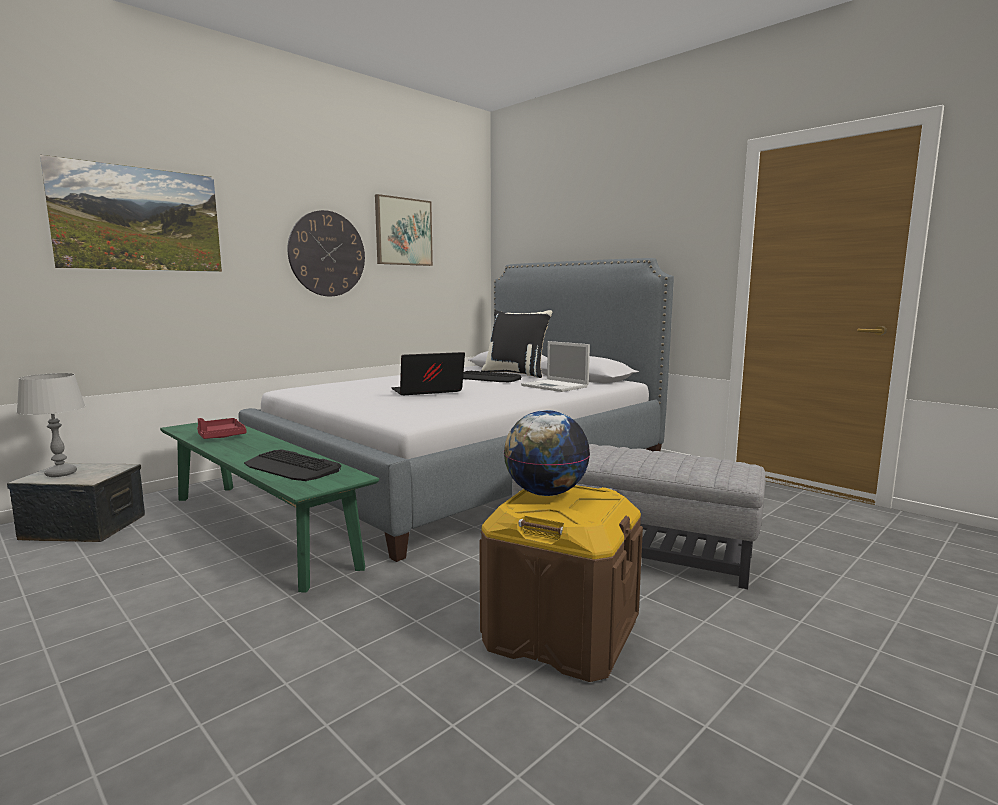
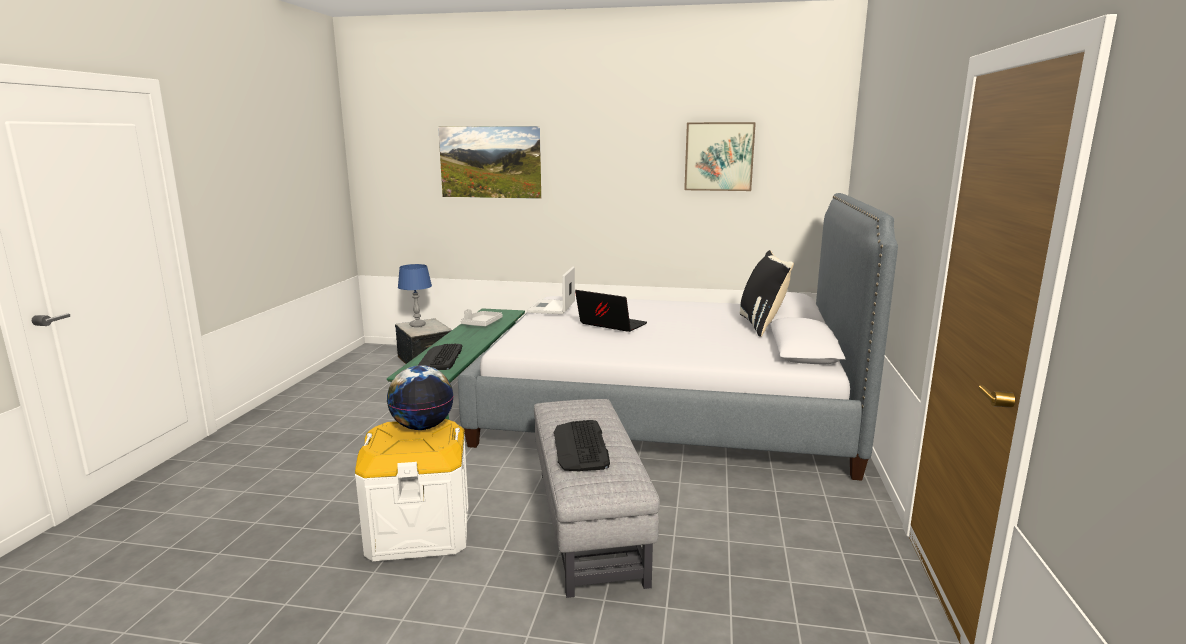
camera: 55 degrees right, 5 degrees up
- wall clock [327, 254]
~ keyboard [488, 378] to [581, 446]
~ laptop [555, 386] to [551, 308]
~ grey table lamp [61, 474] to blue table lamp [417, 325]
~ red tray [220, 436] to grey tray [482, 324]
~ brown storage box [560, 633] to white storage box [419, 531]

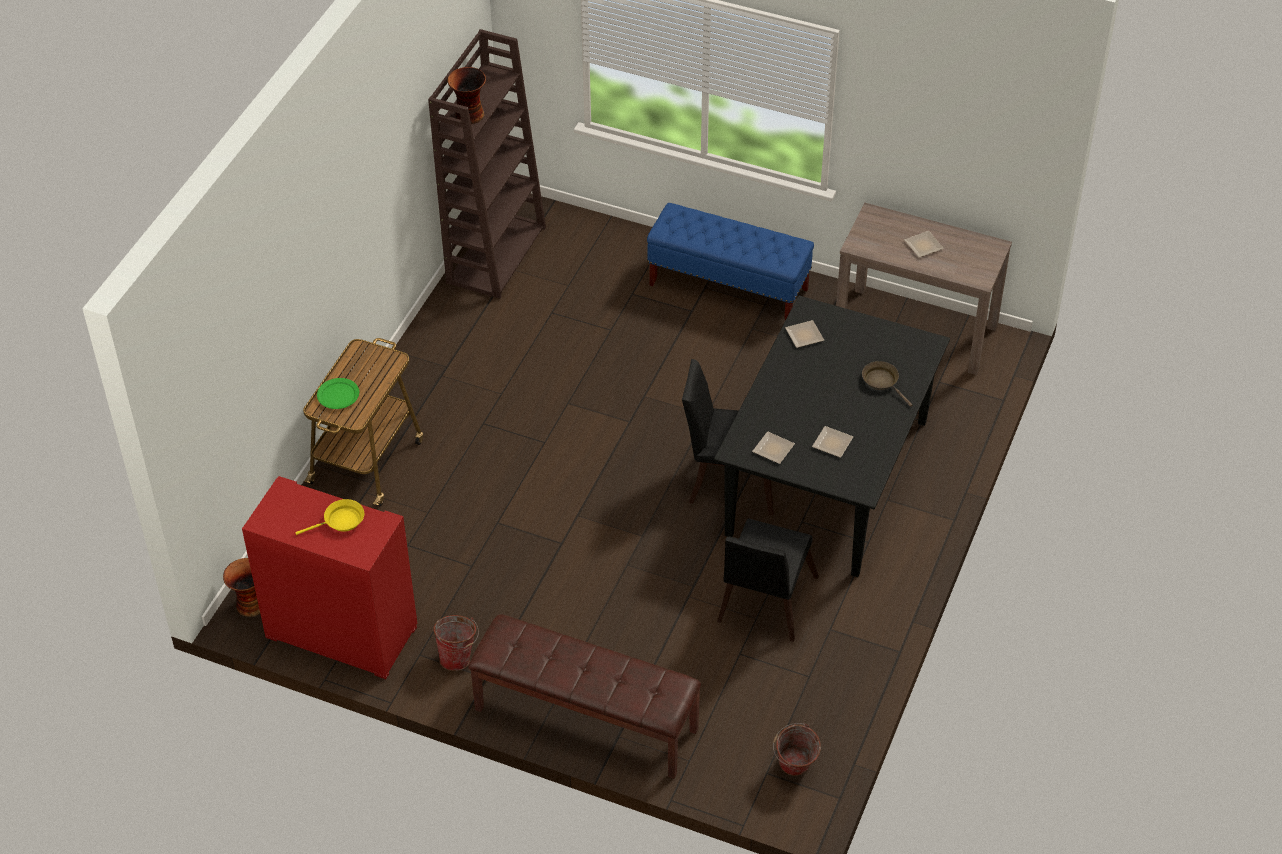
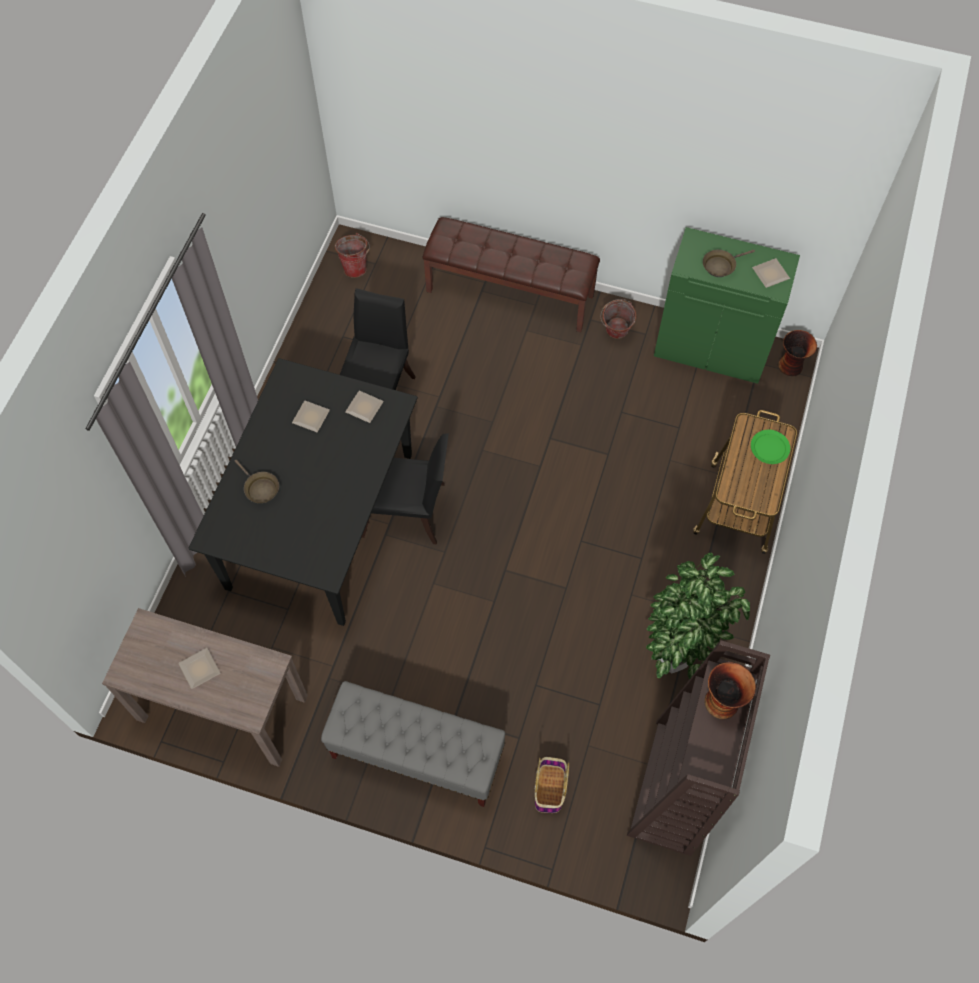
camera: 175 degrees right, 15 degrees up
+ basket [550, 790]
+ potted plant [674, 663]
~ plate [805, 334] to [770, 275]
~ red cabinet [340, 632] to green cabinet [712, 347]
~ yellow frying pan [341, 521] to brown frying pan [721, 265]
~ blue bench [729, 288] to grey bench [416, 754]

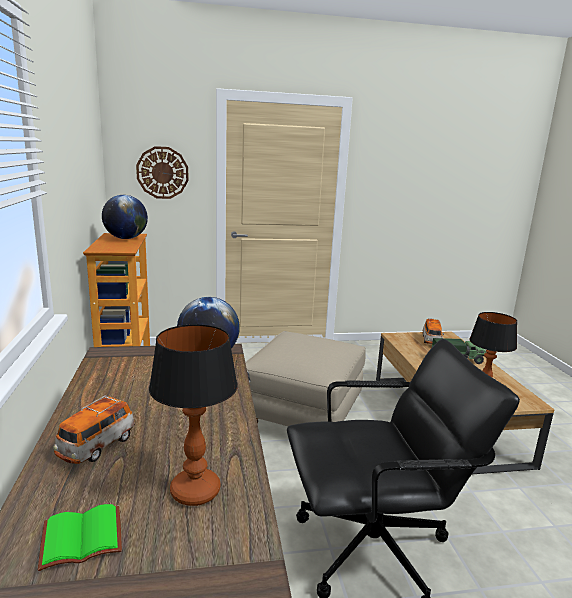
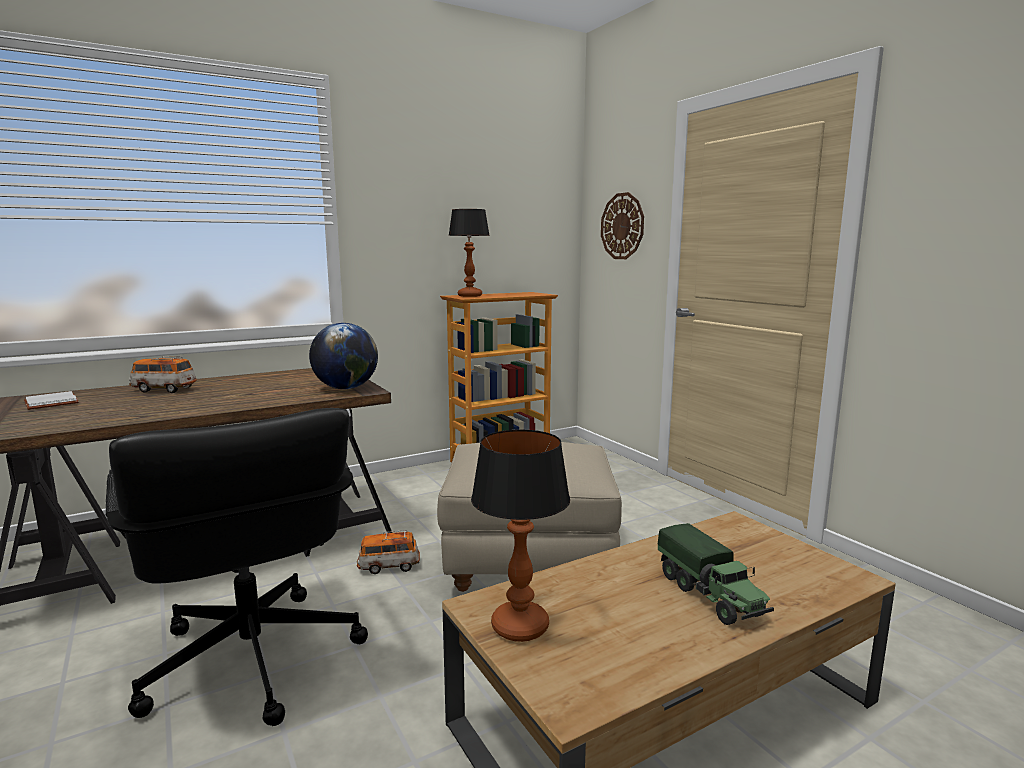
camera: 70 degrees right, 5 degrees down
- globe [126, 238]
~ table lamp [196, 491] to [470, 296]
~ toy car [431, 341] to [388, 566]
~ green book [80, 540] to white book [49, 403]

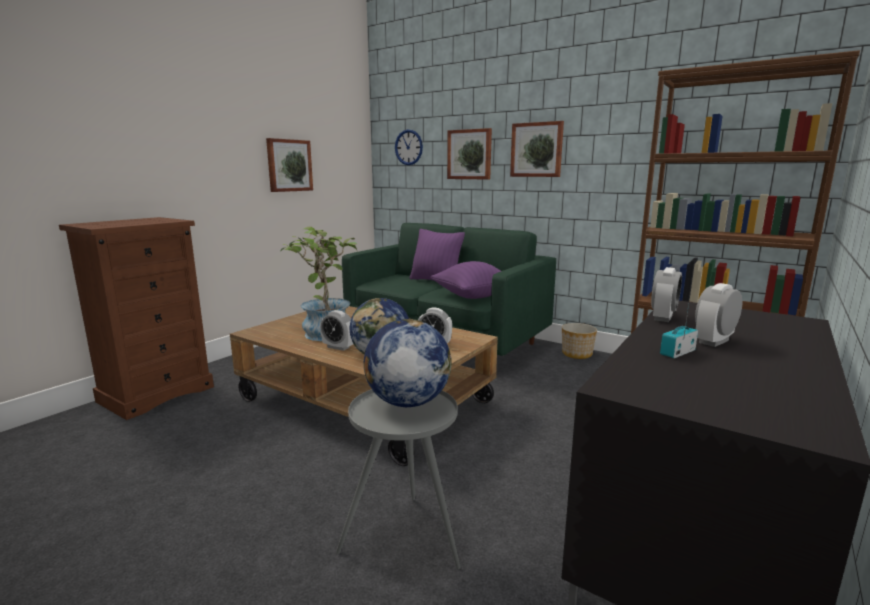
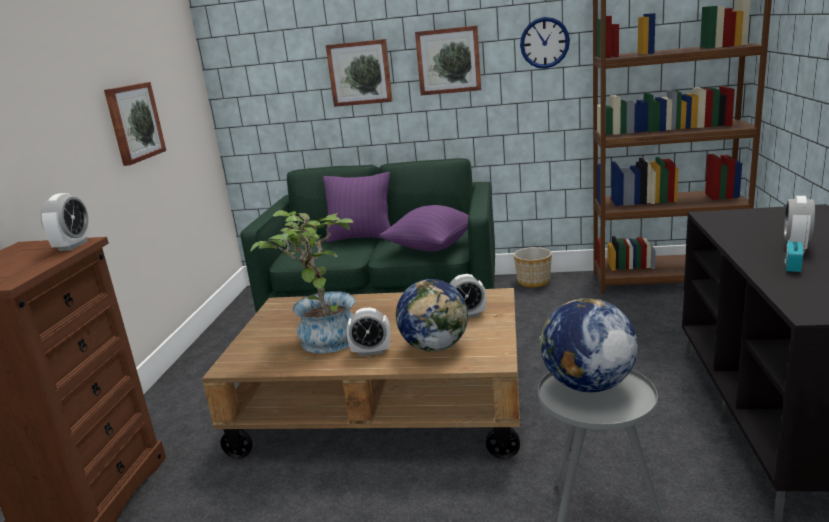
camera: 25 degrees left, 5 degrees up
~ wall clock [408, 147] to [544, 43]
~ alarm clock [663, 317] to [73, 246]

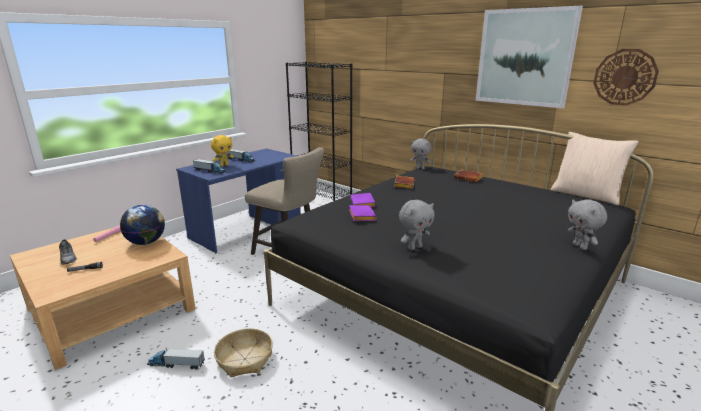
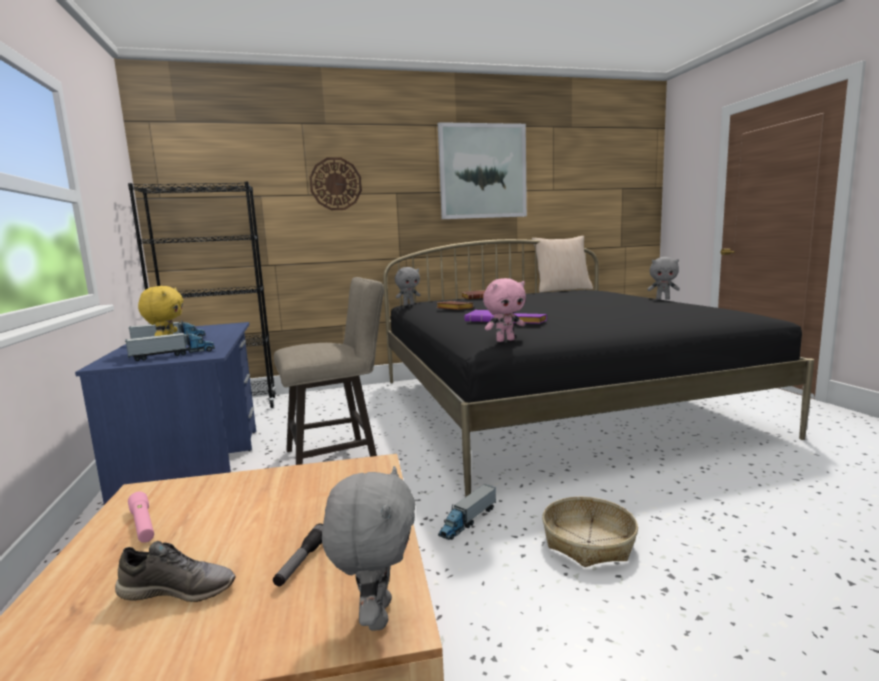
camera: 55 degrees left, 10 degrees down
- globe [146, 242]
+ pink plush toy [505, 340]
~ toy truck [176, 364] to [468, 521]
~ grey plush toy [414, 247] to [376, 614]
~ wall clock [624, 77] to [335, 184]

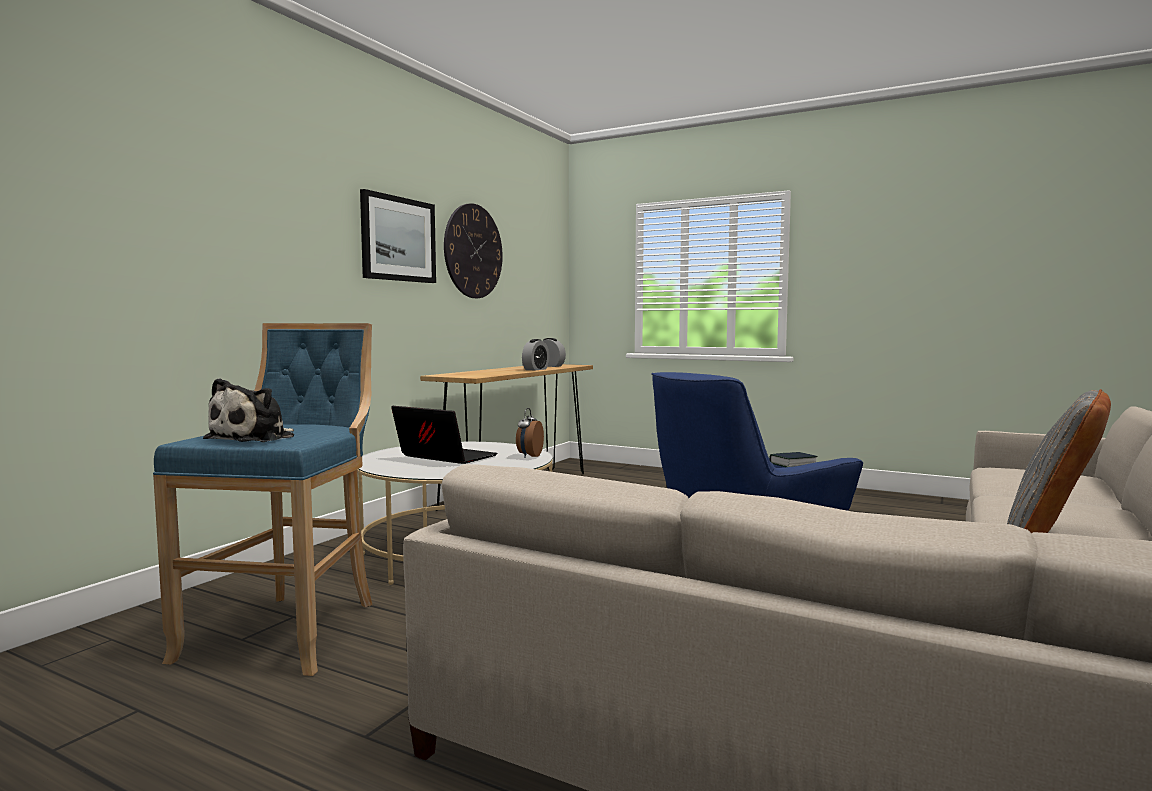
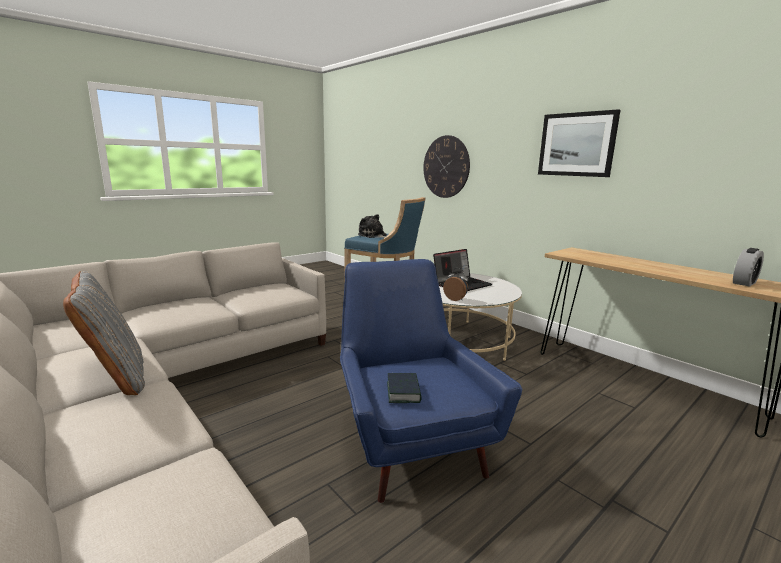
camera: 110 degrees right, 10 degrees up
- alarm clock [535, 369]
~ wall clock [473, 251] to [446, 167]

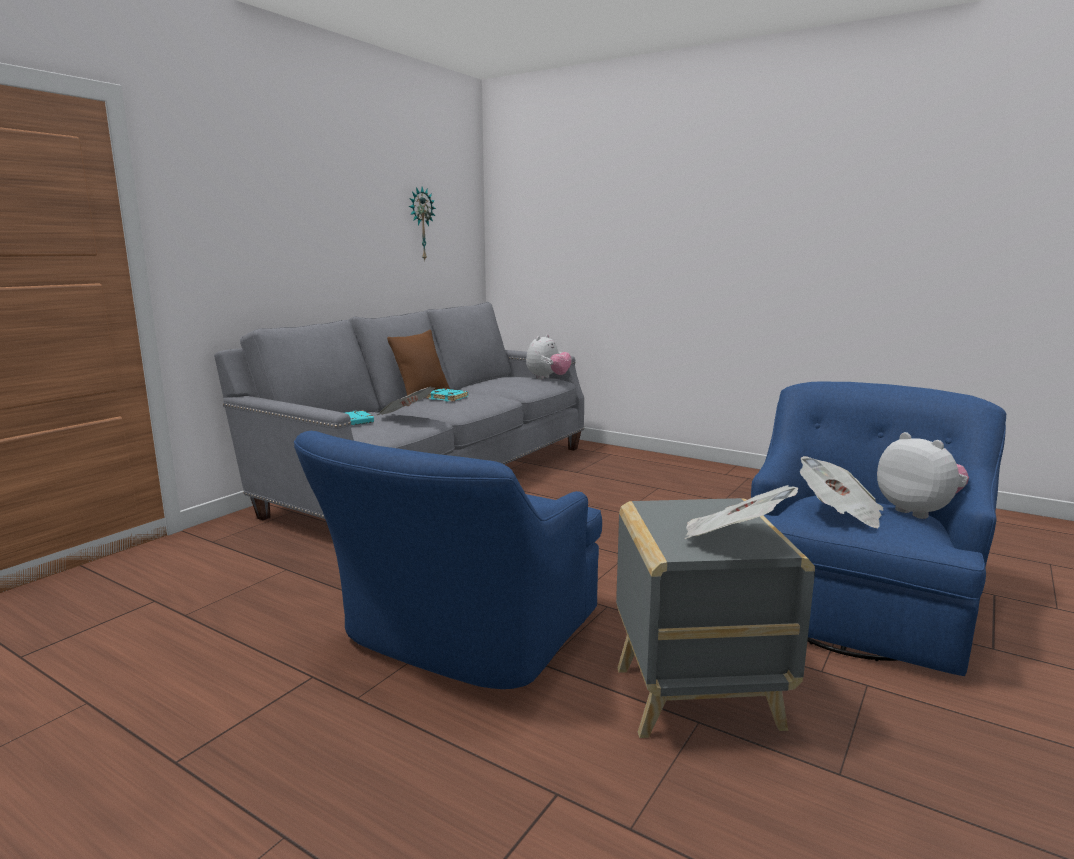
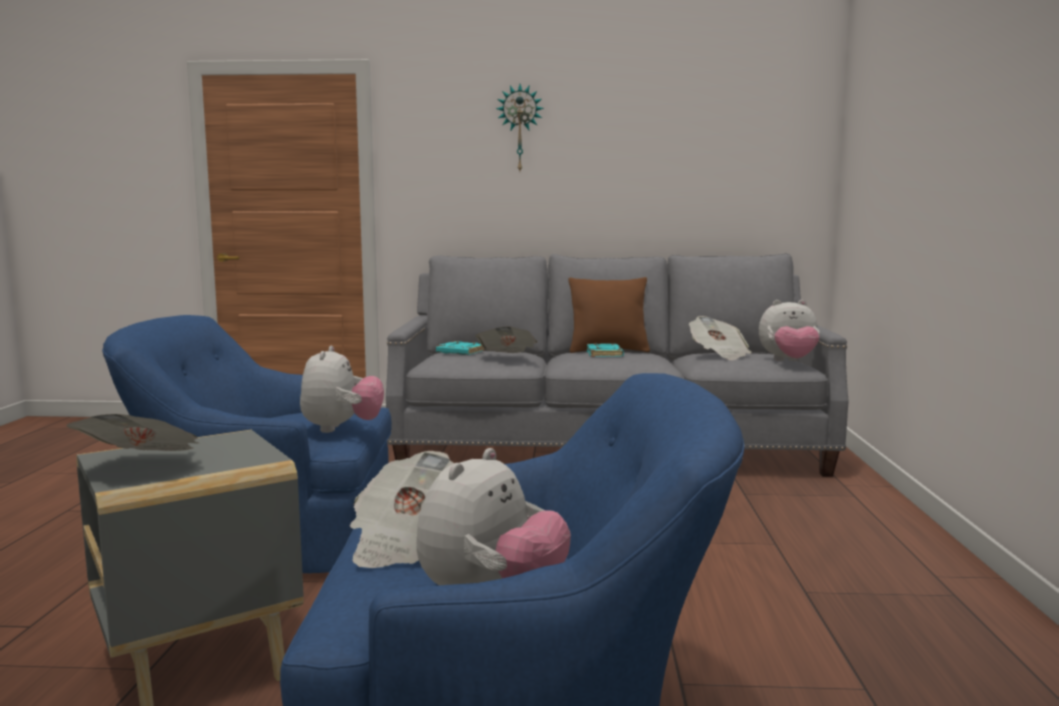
camera: 60 degrees right, 5 degrees down
+ plush toy [341, 428]
+ newspaper [719, 355]
~ wall clock [420, 224] to [520, 128]

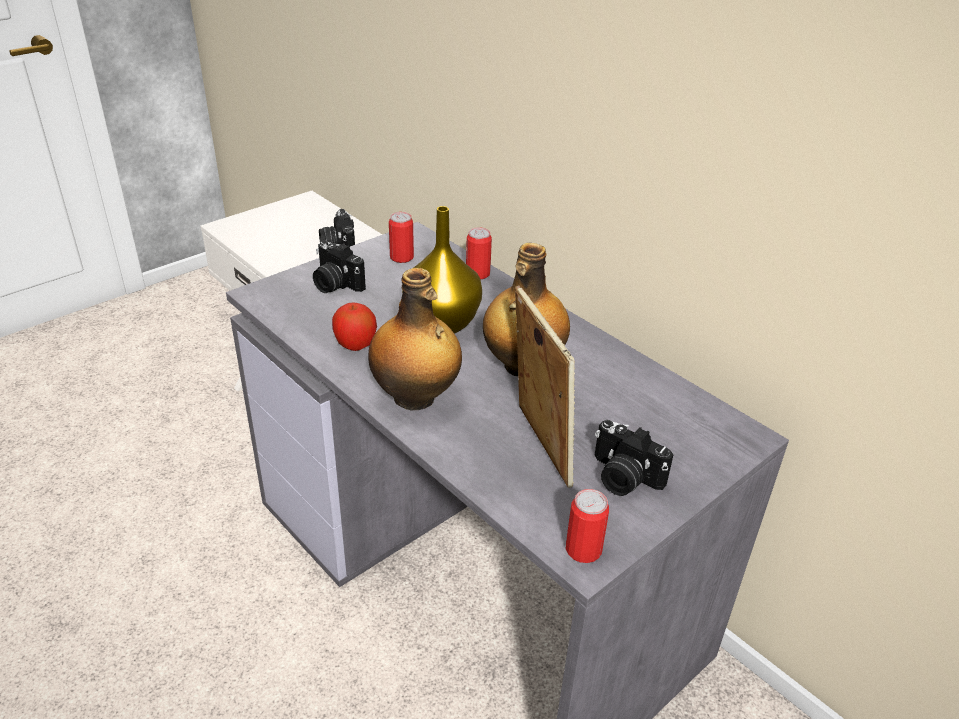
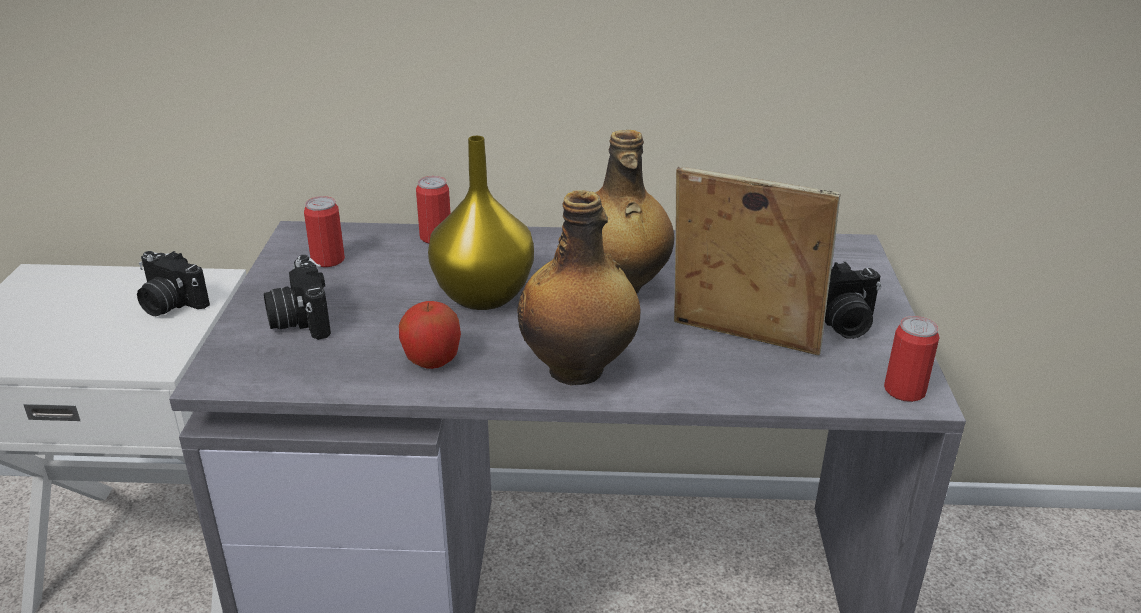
camera: 45 degrees left, 5 degrees down
~ photo camera [335, 284] = [299, 320] 75 degrees clockwise

